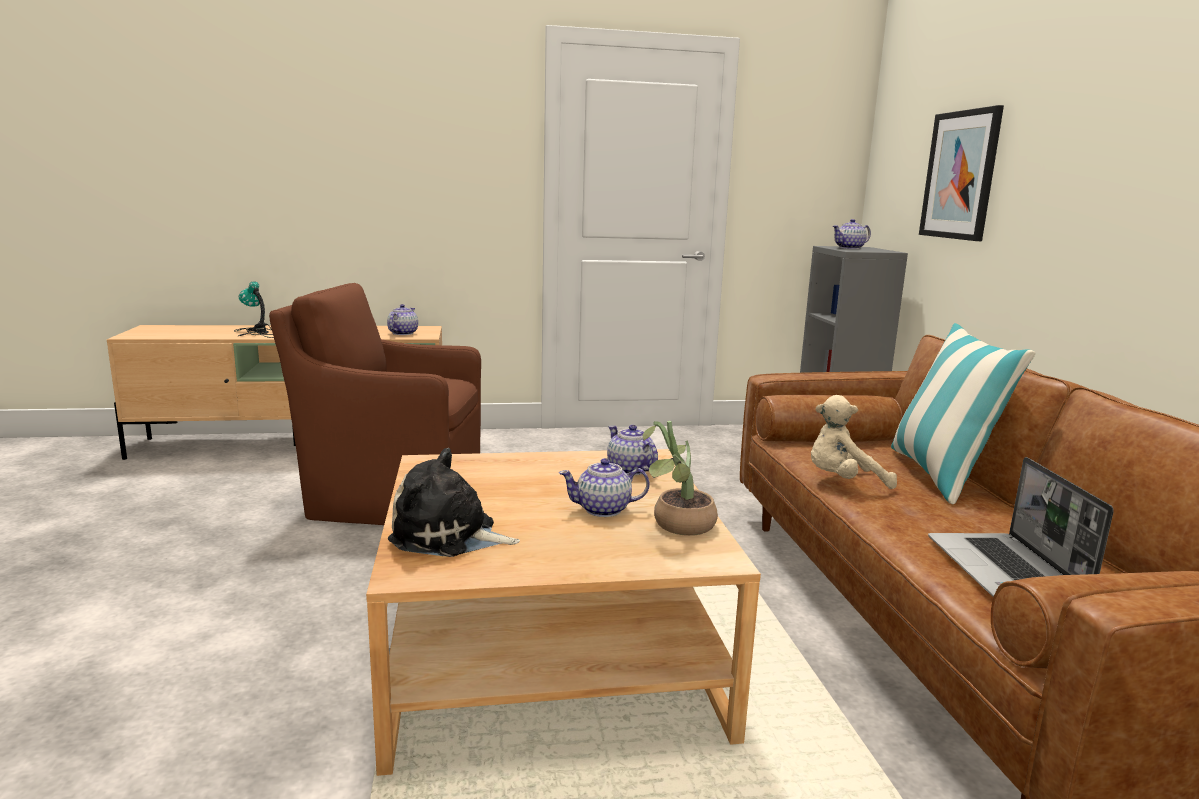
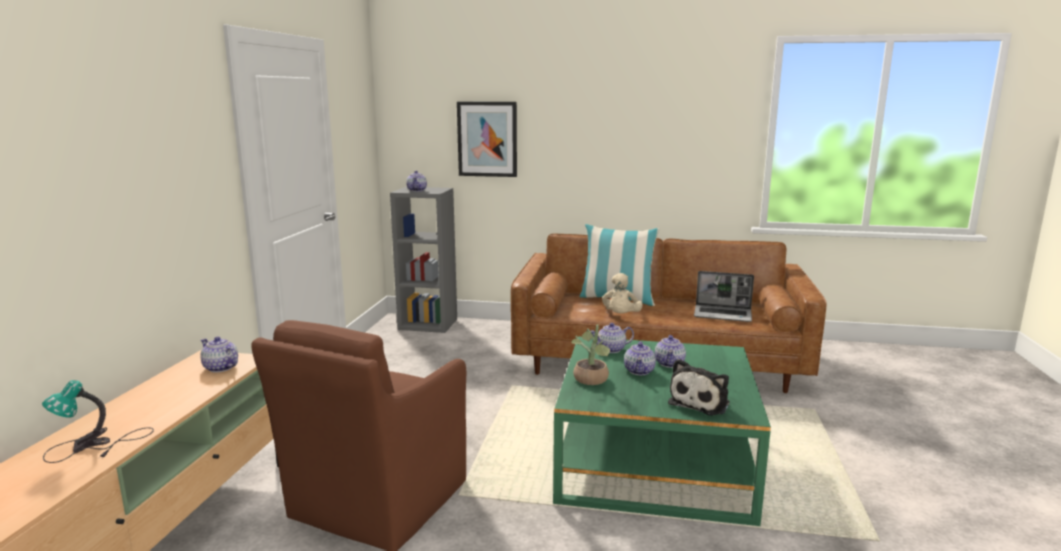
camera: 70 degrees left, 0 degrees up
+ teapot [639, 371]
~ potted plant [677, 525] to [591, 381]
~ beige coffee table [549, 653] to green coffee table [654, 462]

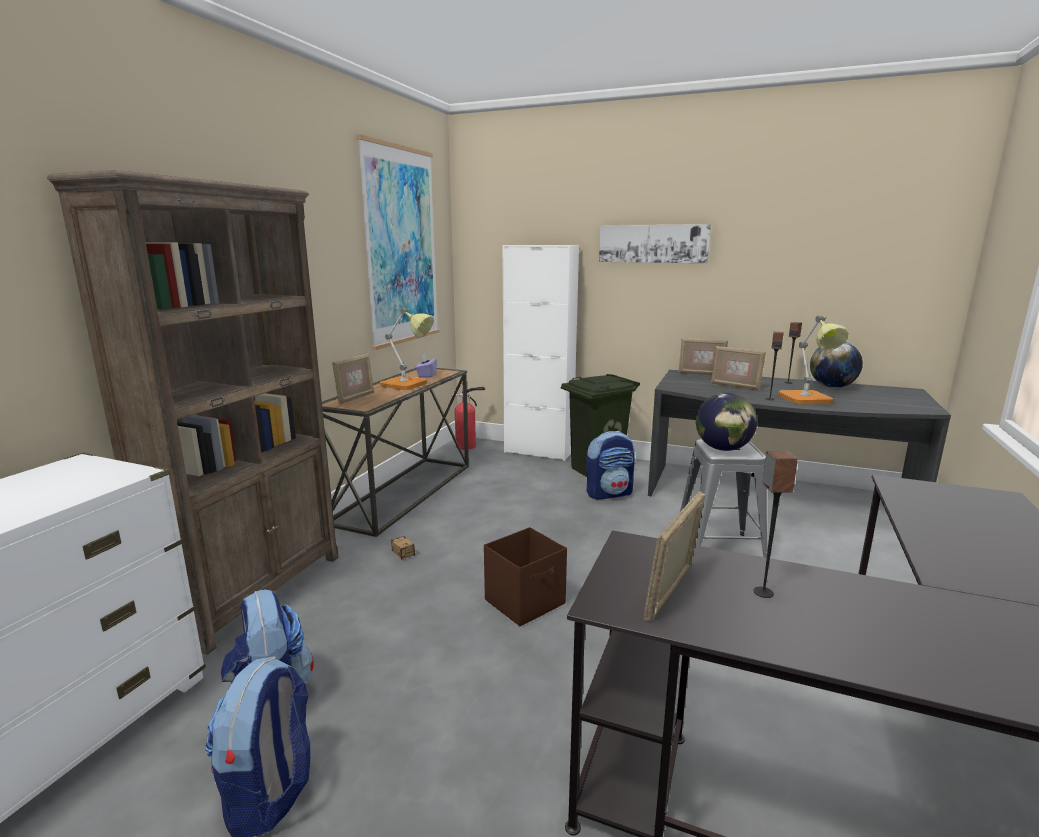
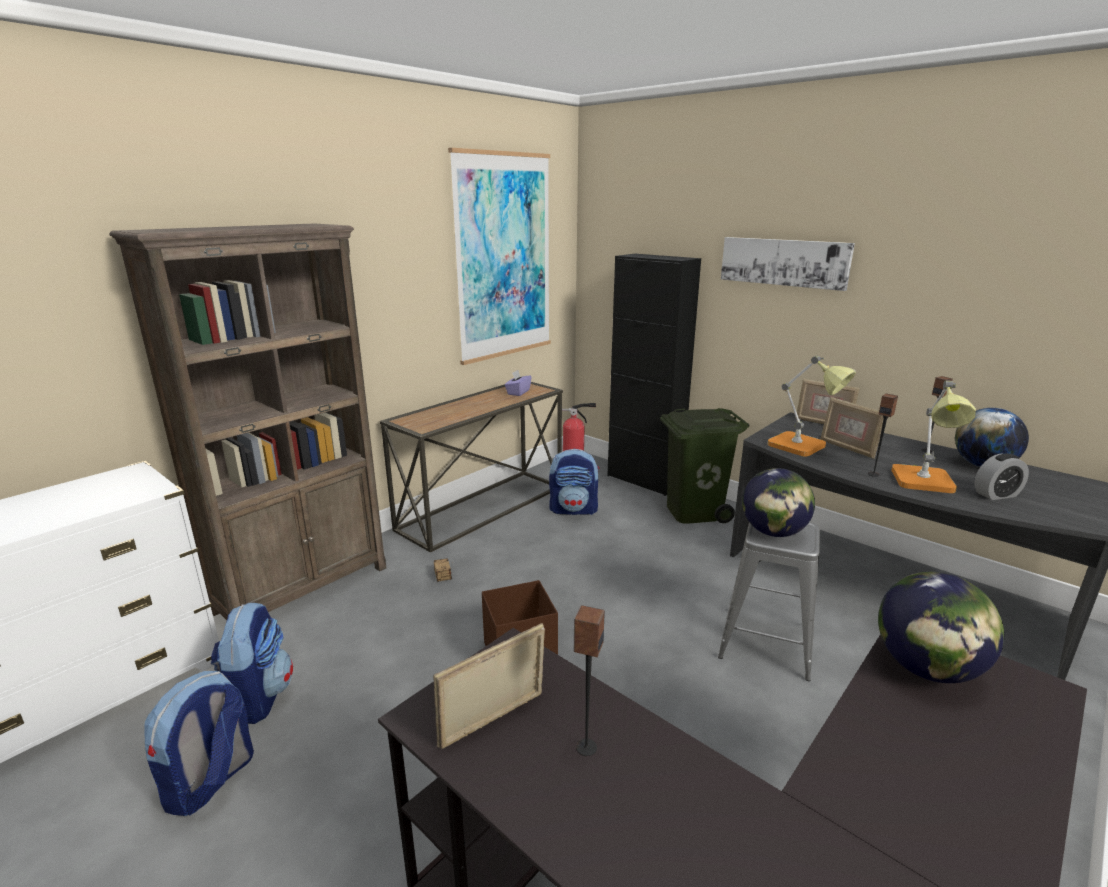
camera: 20 degrees right, 5 degrees up
- picture frame [355, 398]
+ globe [926, 669]
+ alarm clock [996, 495]
~ table lamp [409, 385] to [803, 447]
~ backpack [609, 493] to [574, 509]
~ white cabinet [538, 452] to black cabinet [644, 480]

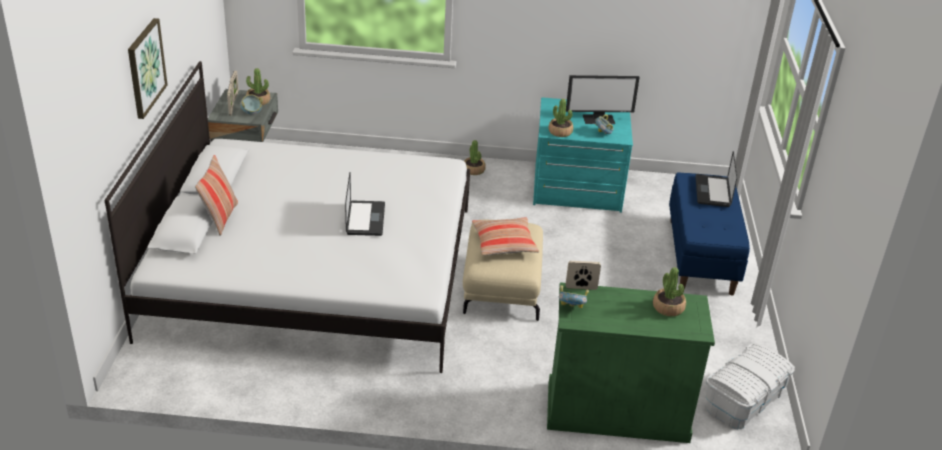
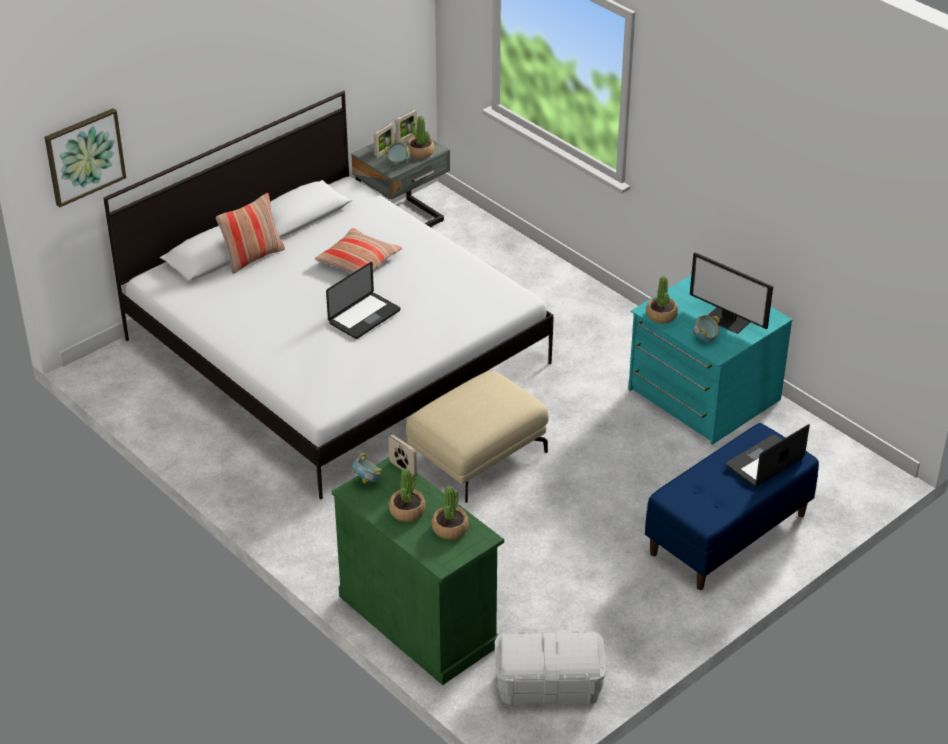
camera: 45 degrees right, 5 degrees up
~ picture [145, 67] to [84, 156]
~ potted plant [474, 170] to [407, 511]
~ pillow [504, 243] to [358, 261]

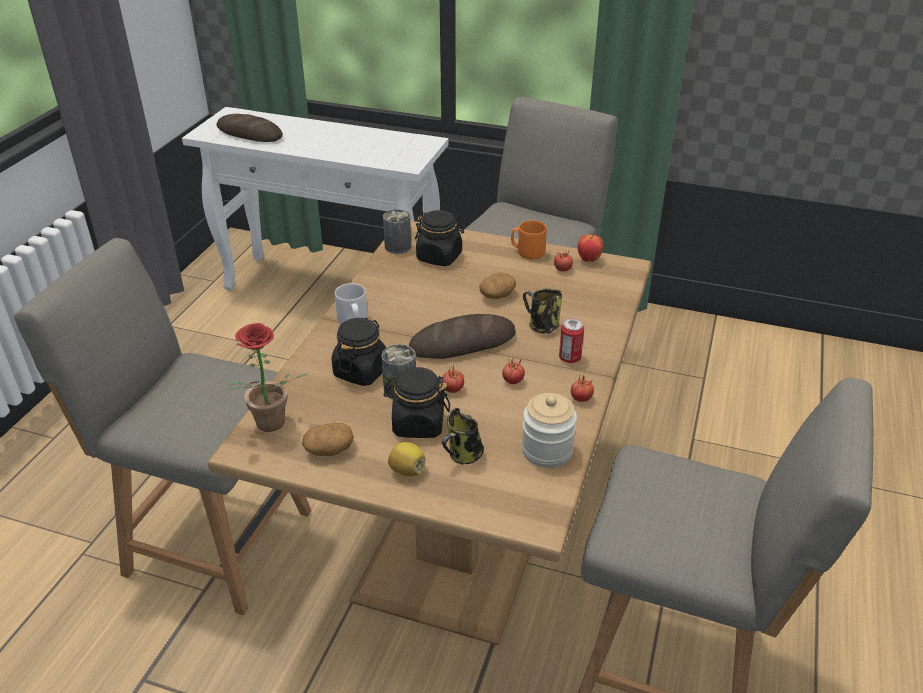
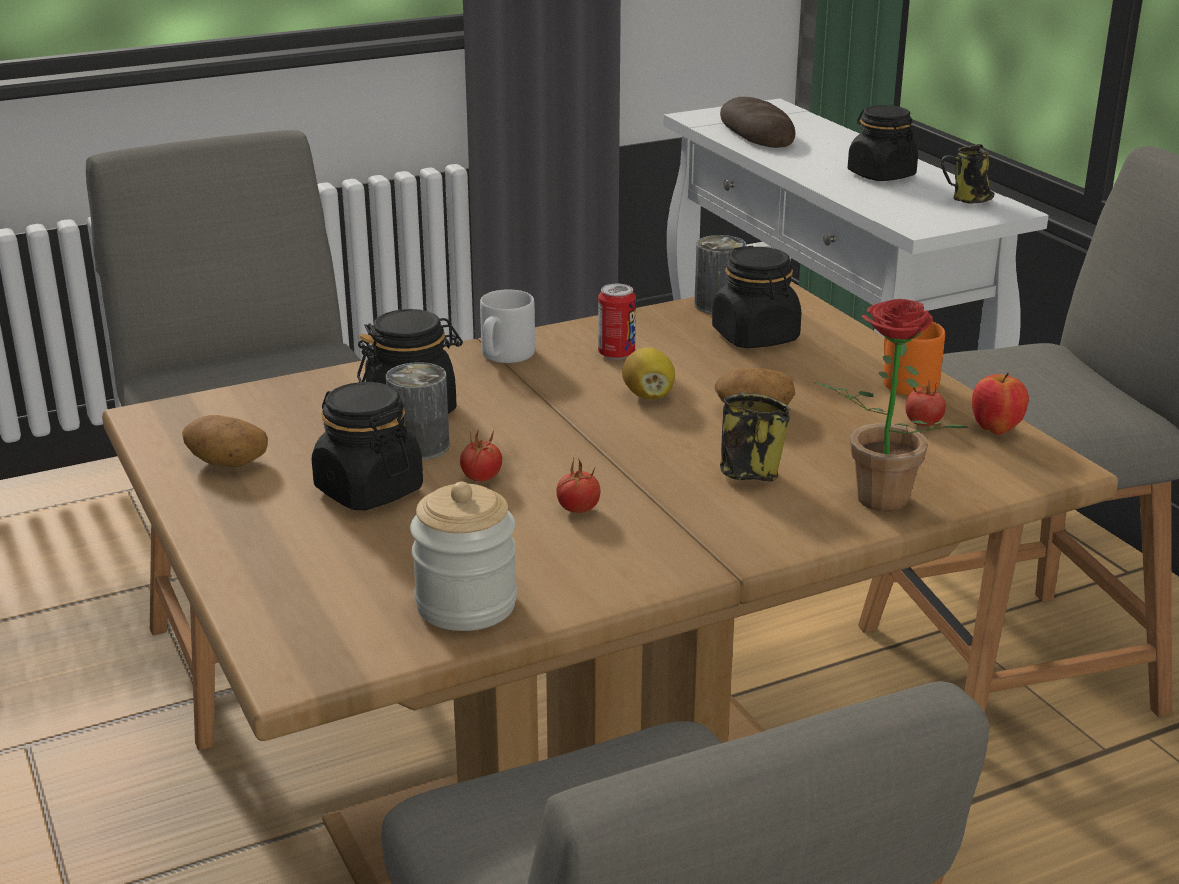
camera: 45 degrees right, 10 degrees down
- bread [462, 343]
- tomato [581, 399]
+ black jar [880, 175]
~ potted plant [268, 427] to [874, 502]
~ lemon [407, 470] to [648, 396]
~ mug [463, 456] to [968, 201]
~ can [569, 358] to [616, 354]

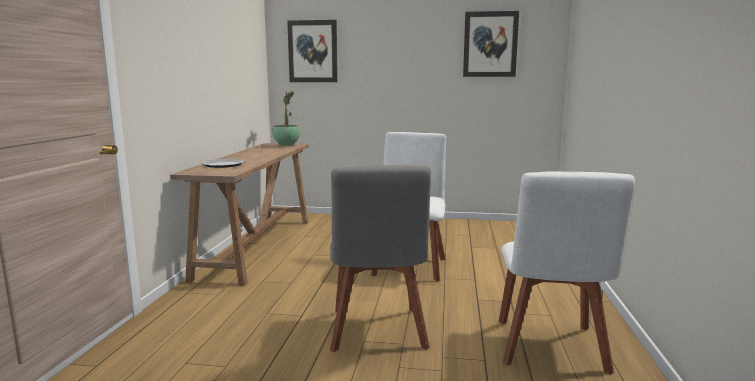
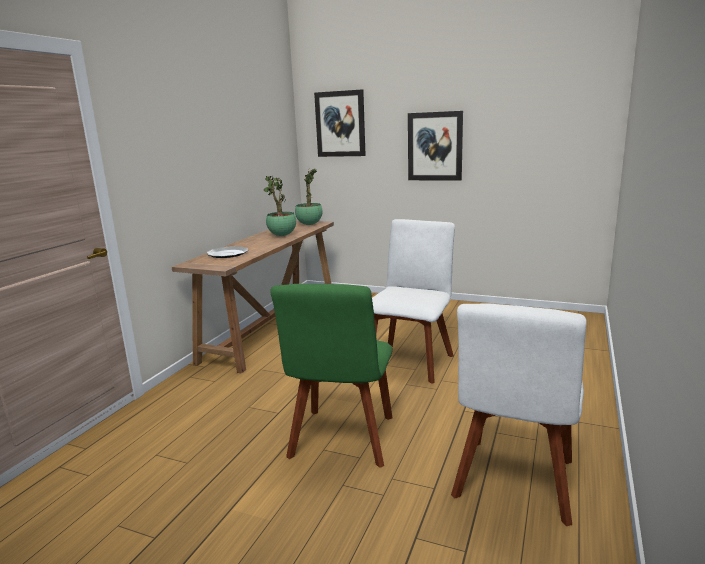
camera: 15 degrees right, 5 degrees up
+ potted plant [282, 235]
~ picture [490, 44] to [435, 146]
~ grey chair [378, 332] to green chair [341, 440]

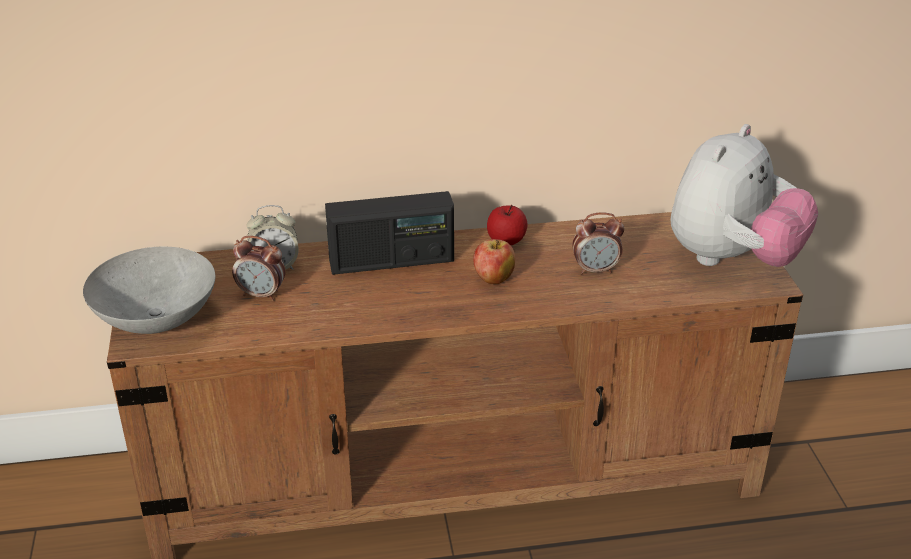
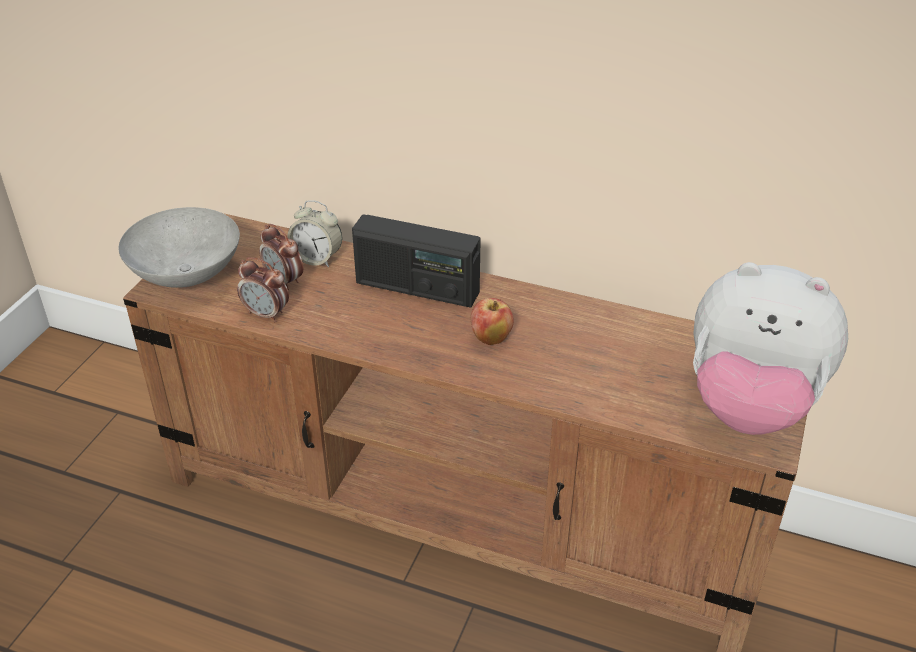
camera: 30 degrees right, 5 degrees up
- apple [506, 241]
~ alarm clock [595, 270] to [266, 314]
~ plush toy [732, 260] = [750, 405] 45 degrees clockwise

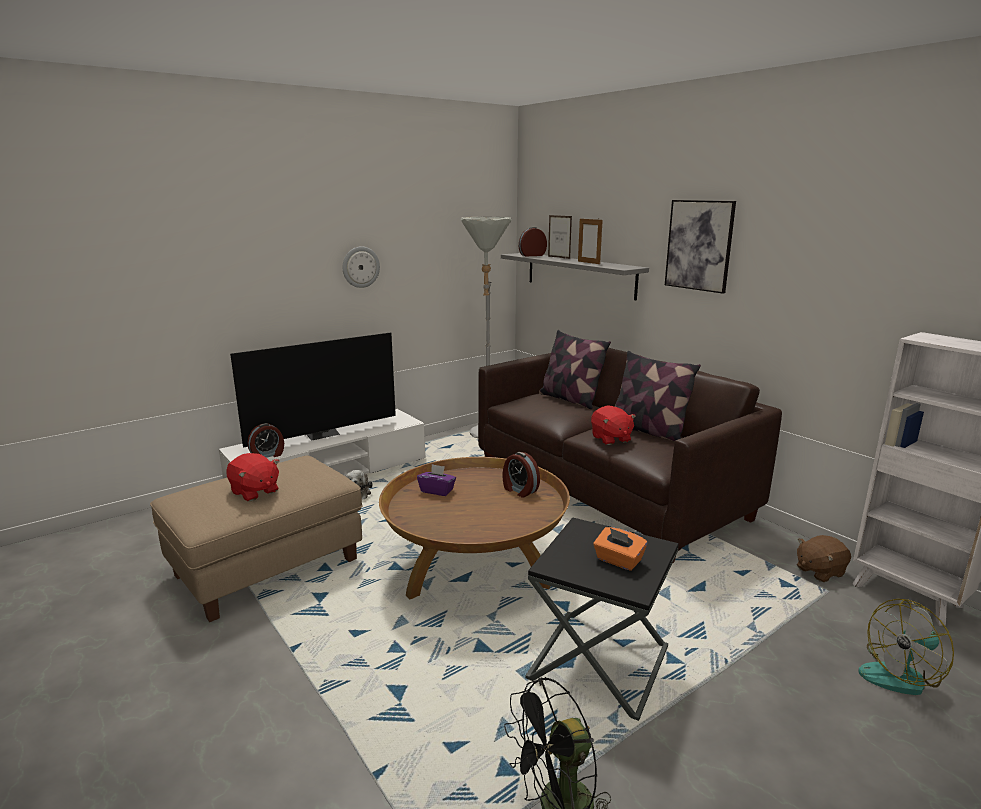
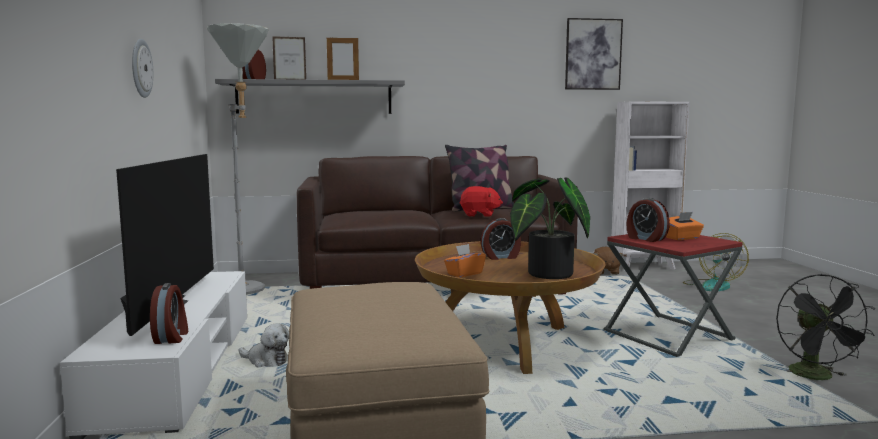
camera: 60 degrees left, 10 degrees down
- red plush toy [254, 492]
- pillow [570, 399]
+ potted plant [544, 274]
+ alarm clock [645, 239]
~ picture [699, 245] to [593, 54]
~ purple tissue box [437, 491] to orange tissue box [464, 274]
~ black side table [599, 663] to red side table [668, 335]

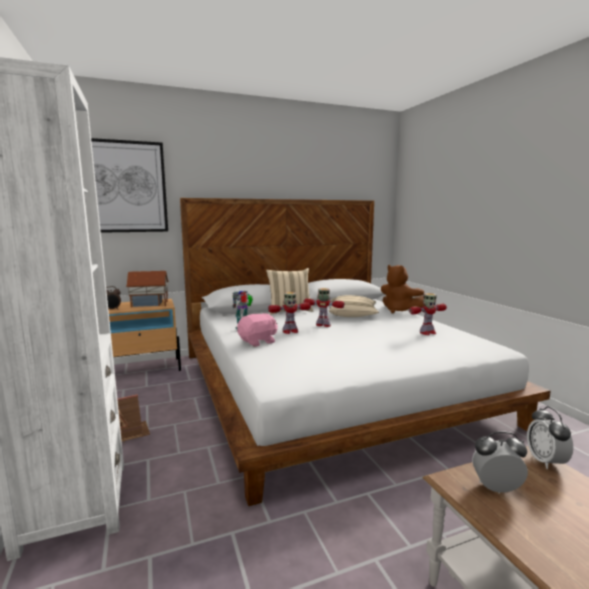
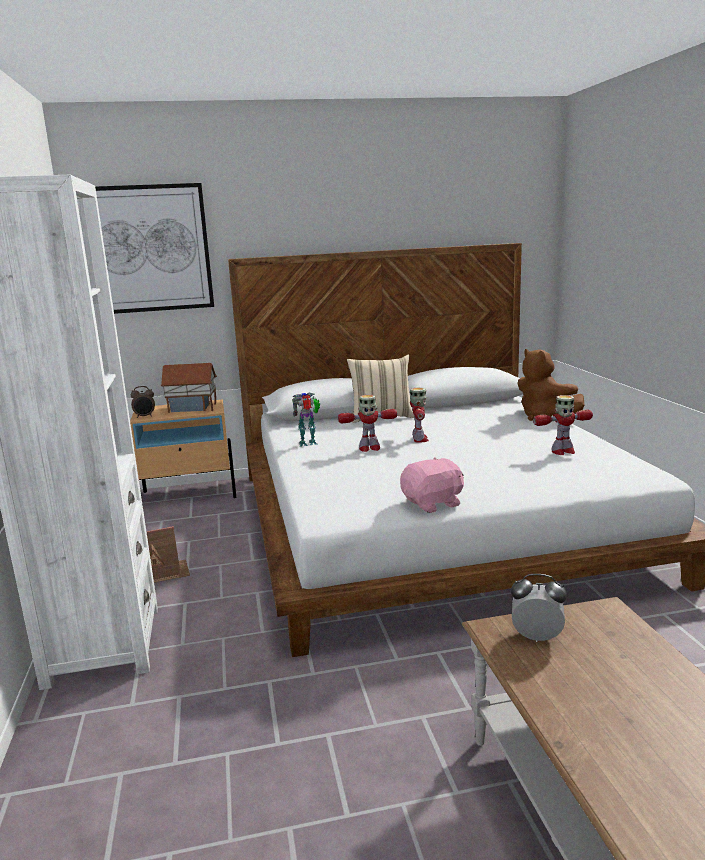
camera: 10 degrees right, 5 degrees up
- beige pillow [353, 315]
- alarm clock [545, 461]
~ pink plush toy [258, 342] to [433, 503]
~ toy robot [323, 325] = [419, 439] 60 degrees clockwise

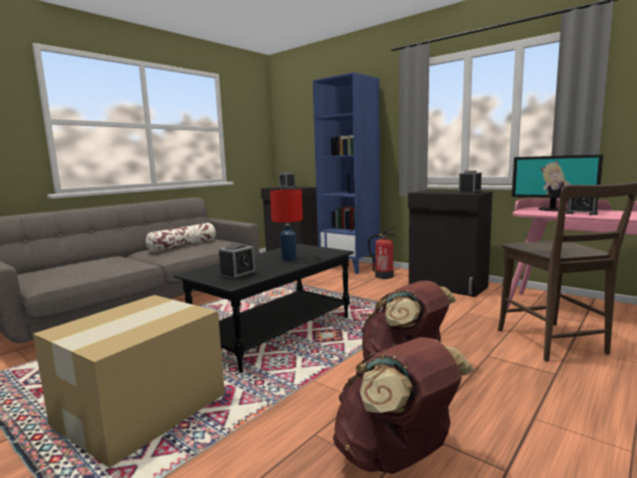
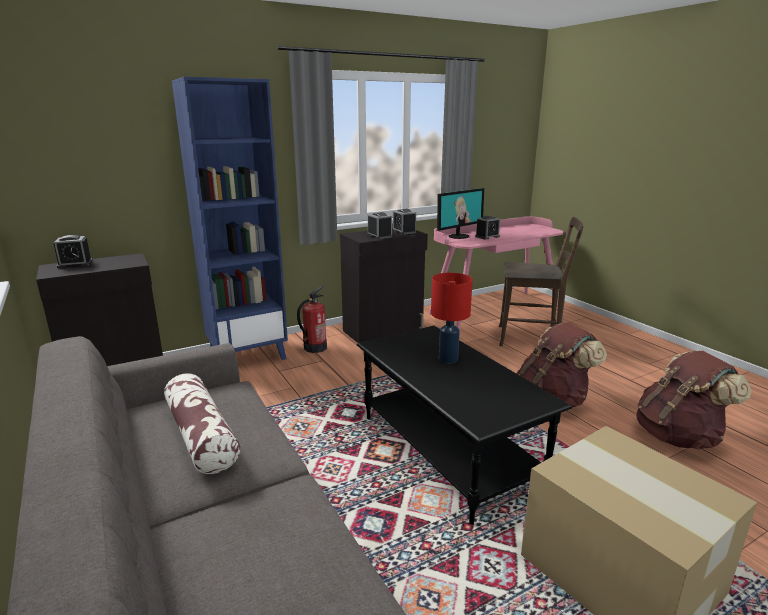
camera: 70 degrees left, 10 degrees up
~ alarm clock [238, 275] to [379, 236]

